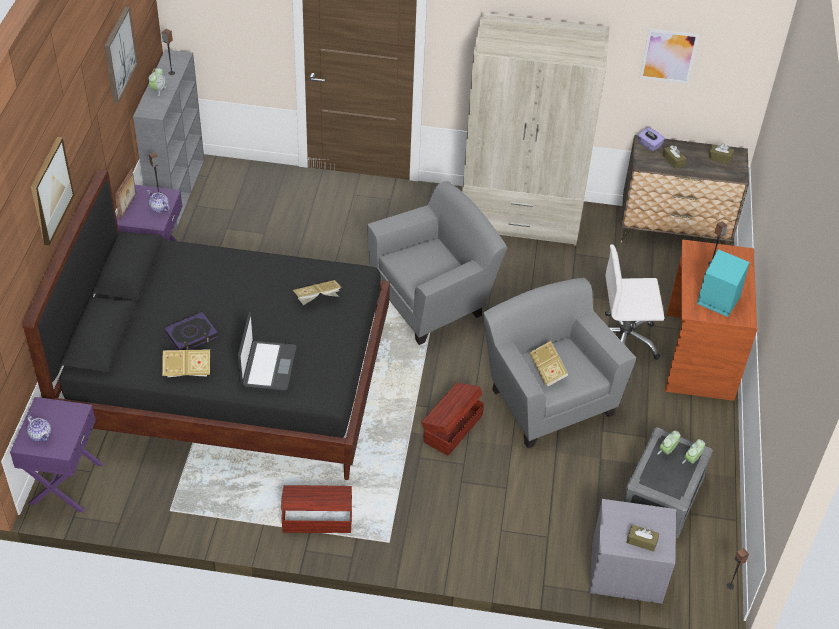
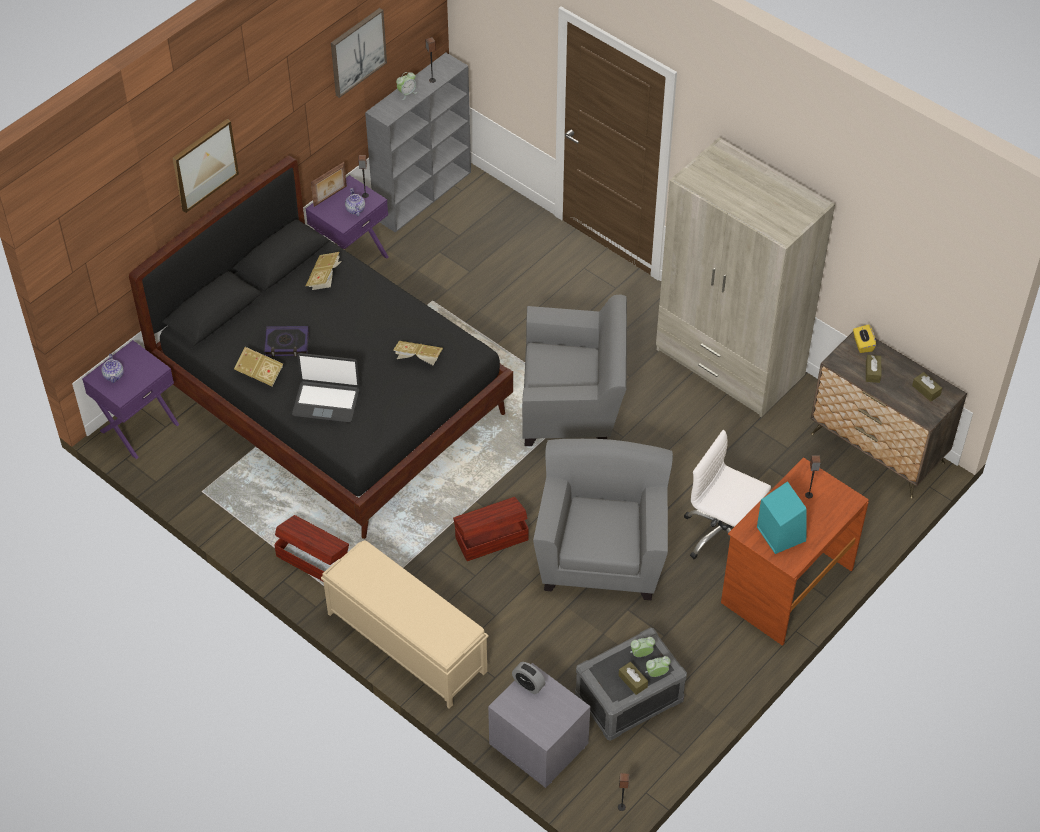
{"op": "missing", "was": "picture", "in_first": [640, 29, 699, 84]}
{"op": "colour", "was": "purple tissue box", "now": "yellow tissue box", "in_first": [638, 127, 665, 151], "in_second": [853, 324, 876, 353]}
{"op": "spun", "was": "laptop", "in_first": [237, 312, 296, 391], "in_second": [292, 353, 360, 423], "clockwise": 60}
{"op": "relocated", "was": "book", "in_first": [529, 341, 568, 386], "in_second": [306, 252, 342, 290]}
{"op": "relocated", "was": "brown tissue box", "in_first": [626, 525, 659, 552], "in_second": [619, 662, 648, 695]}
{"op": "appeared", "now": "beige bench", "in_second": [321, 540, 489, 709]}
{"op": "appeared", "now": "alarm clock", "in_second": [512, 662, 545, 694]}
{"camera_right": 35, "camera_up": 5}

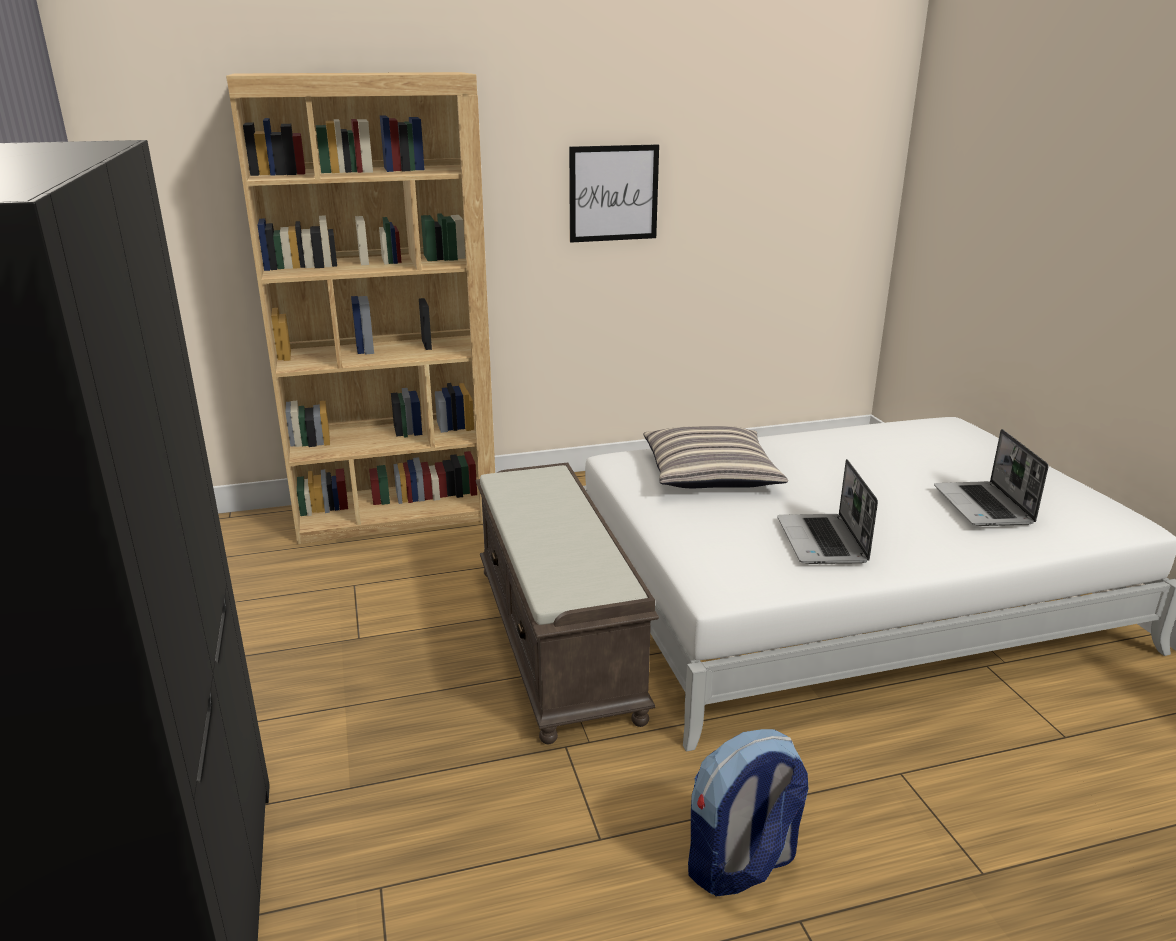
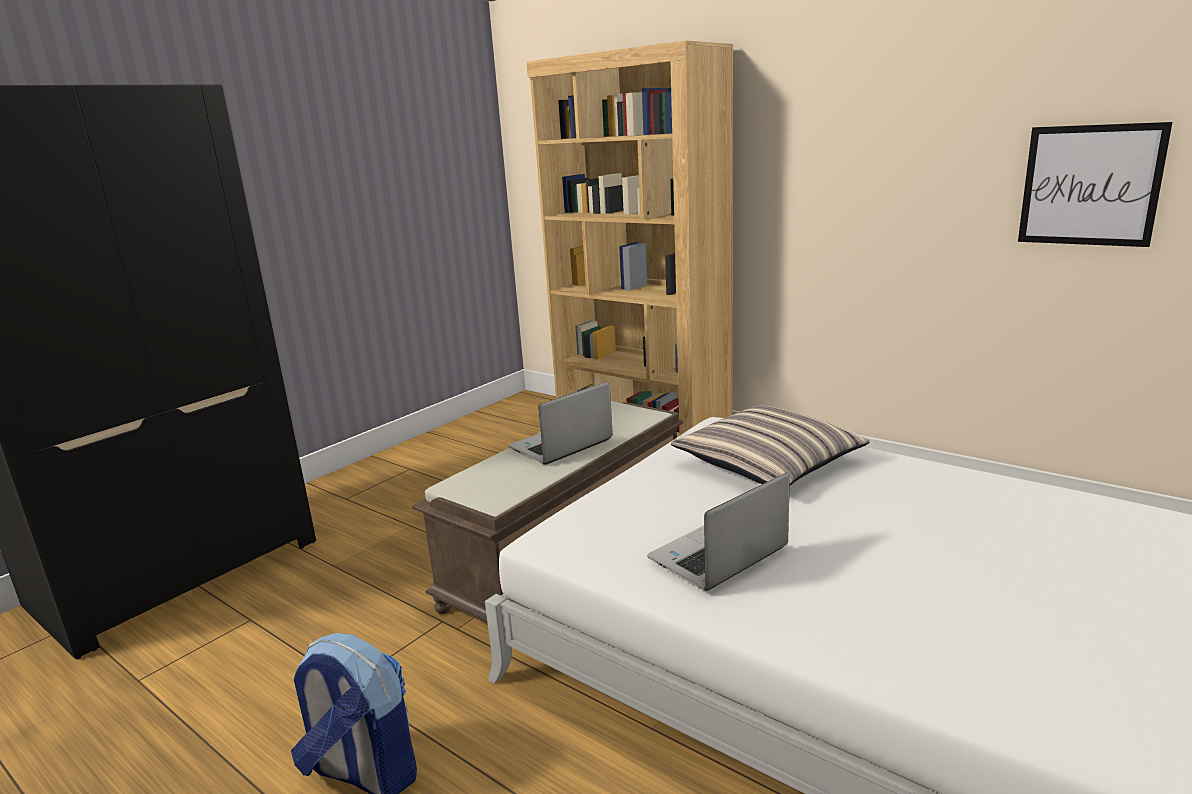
{"op": "relocated", "was": "picture", "in_first": [569, 144, 659, 243], "in_second": [1018, 122, 1173, 247]}
{"op": "relocated", "was": "laptop", "in_first": [934, 429, 1049, 526], "in_second": [508, 382, 613, 465]}
{"camera_right": 55, "camera_up": -5}

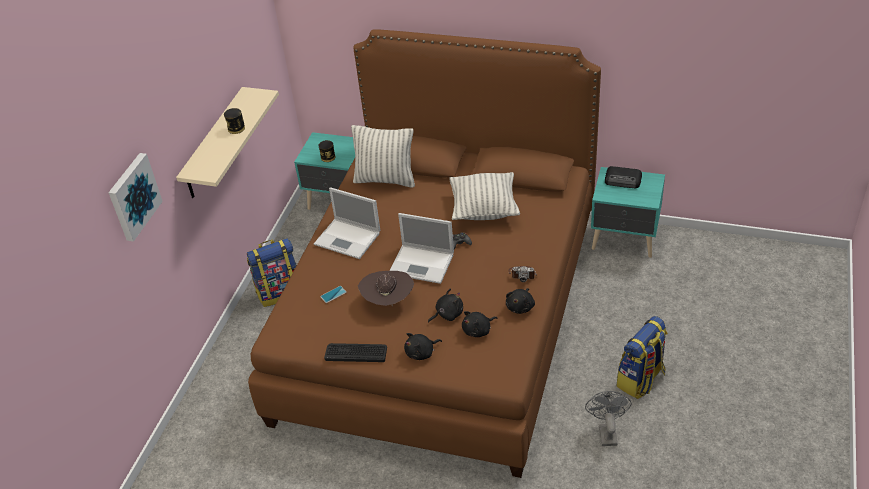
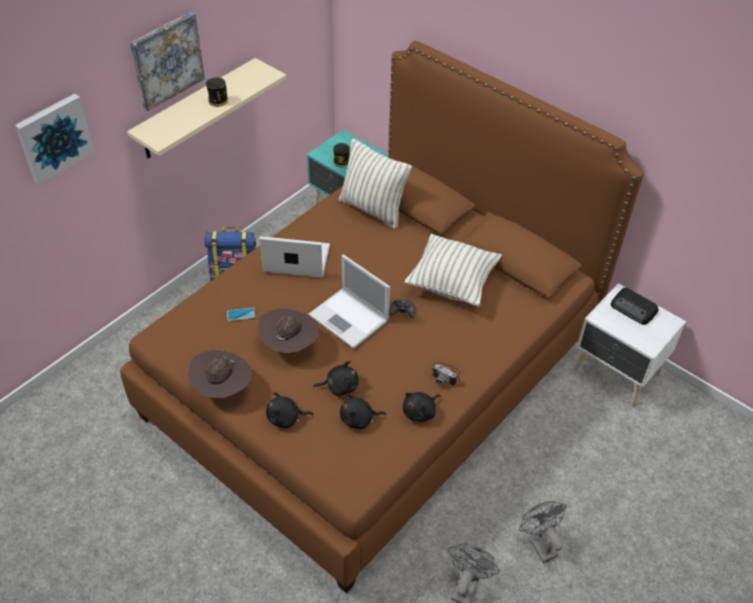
{"op": "colour", "was": "turquoise nightstand", "now": "white nightstand", "in_first": [591, 167, 665, 258], "in_second": [574, 283, 686, 406]}
{"op": "spun", "was": "laptop", "in_first": [314, 187, 380, 259], "in_second": [259, 236, 330, 277], "clockwise": 135}
{"op": "exchanged", "was": "backpack", "now": "grey fan", "in_first": [617, 316, 668, 399], "in_second": [519, 501, 566, 563]}
{"op": "exchanged", "was": "keyboard", "now": "brown hat", "in_first": [324, 343, 387, 362], "in_second": [188, 349, 252, 398]}
{"op": "appeared", "now": "picture", "in_second": [130, 12, 205, 111]}
{"camera_right": 20, "camera_up": 5}

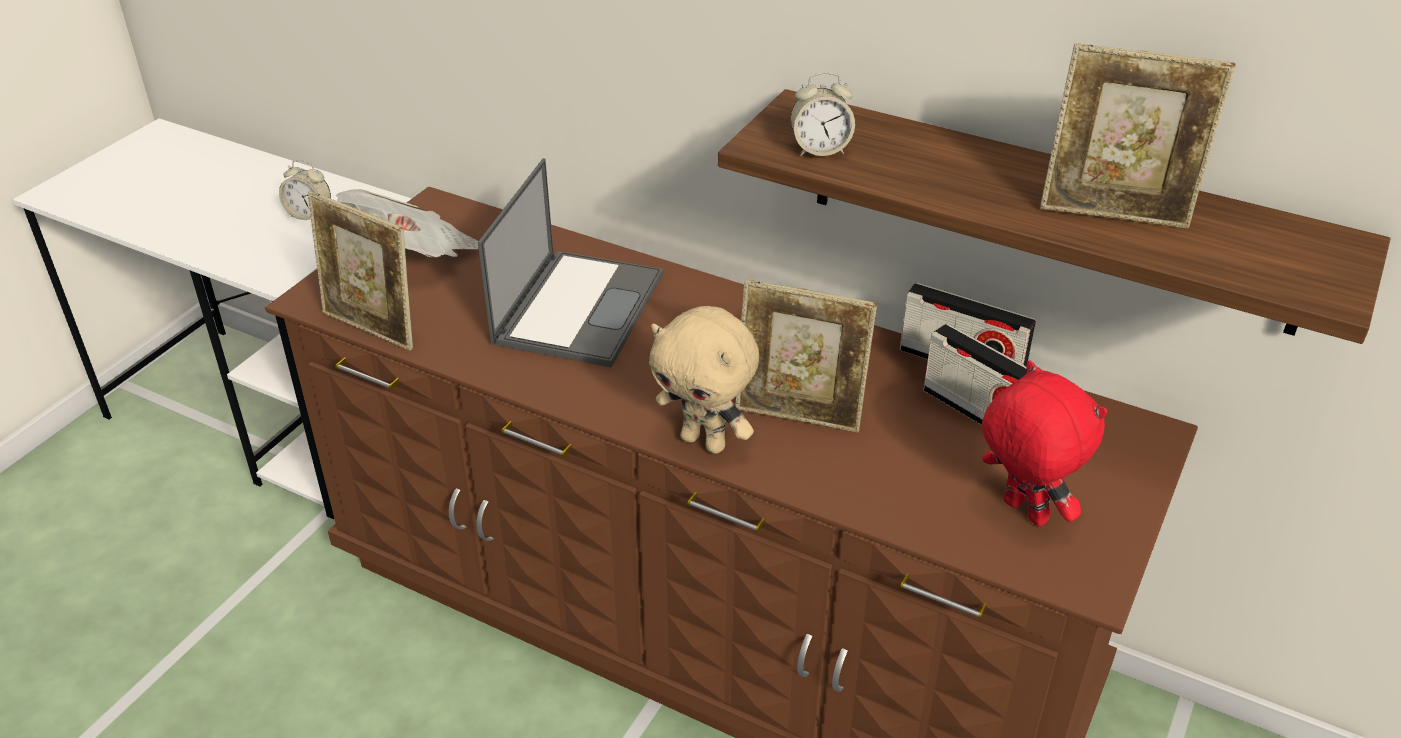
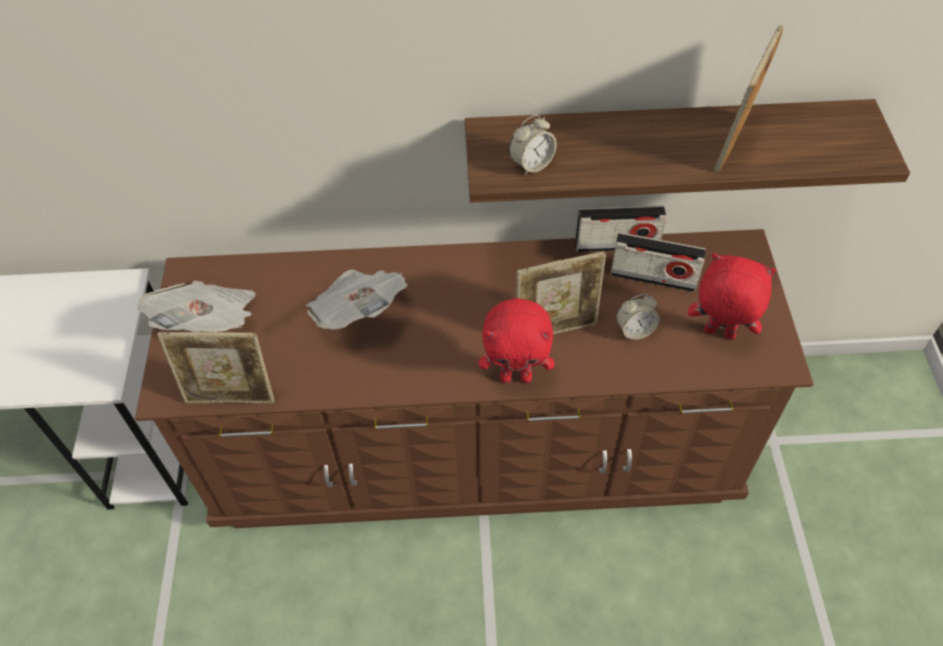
{"op": "spun", "was": "picture frame", "in_first": [1040, 43, 1236, 228], "in_second": [714, 24, 783, 173], "clockwise": 135}
{"op": "exchanged", "was": "laptop", "now": "newspaper", "in_first": [478, 158, 663, 367], "in_second": [305, 270, 408, 329]}
{"op": "relocated", "was": "alarm clock", "in_first": [279, 160, 331, 220], "in_second": [616, 294, 660, 340]}
{"op": "colour", "was": "beige plush toy", "now": "red plush toy", "in_first": [649, 306, 759, 454], "in_second": [479, 298, 554, 383]}
{"camera_right": -30, "camera_up": 15}

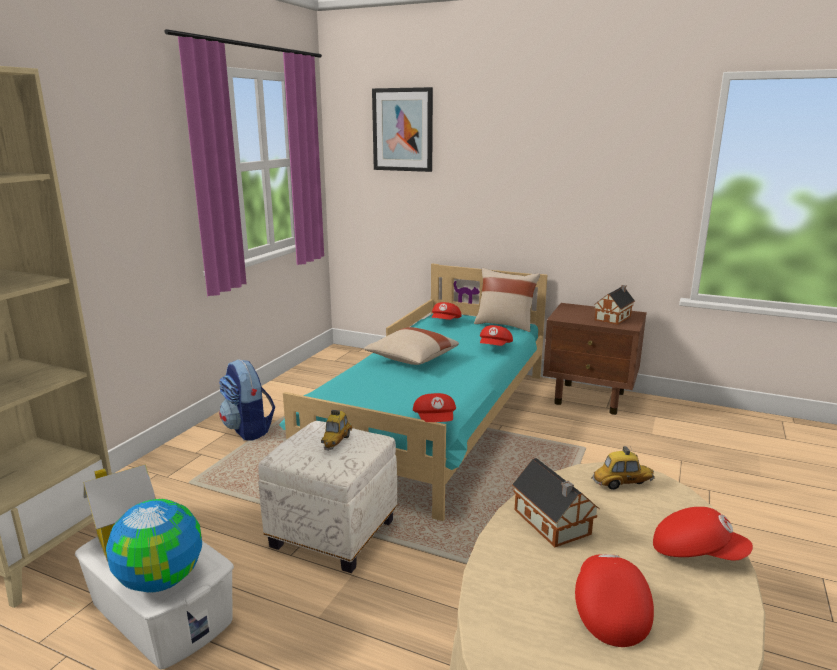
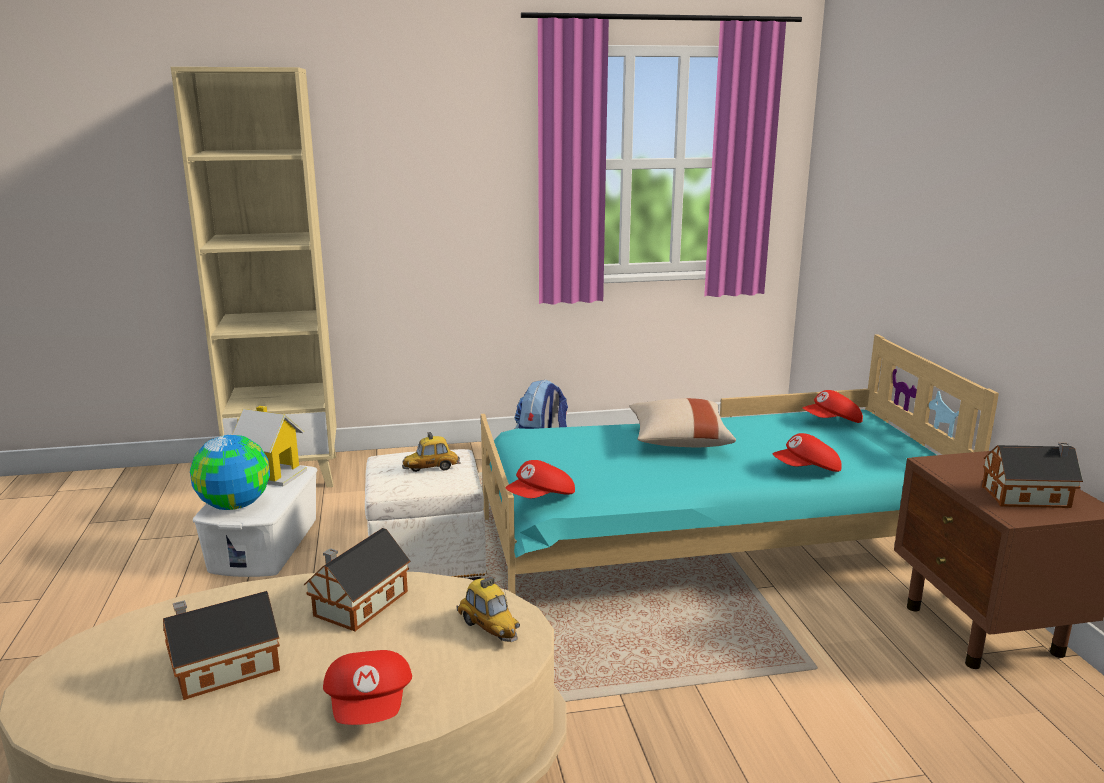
{"op": "missing", "was": "picture", "in_first": [372, 87, 433, 172]}
{"op": "missing", "was": "beige pillow", "in_first": [474, 267, 540, 332]}
{"op": "exchanged", "was": "red cap", "now": "toy house", "in_first": [575, 554, 654, 647], "in_second": [163, 591, 280, 700]}
{"camera_right": 55, "camera_up": 0}

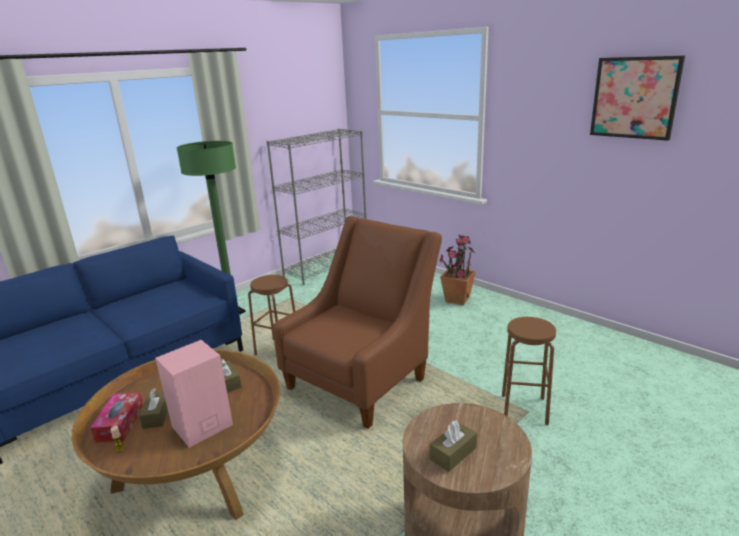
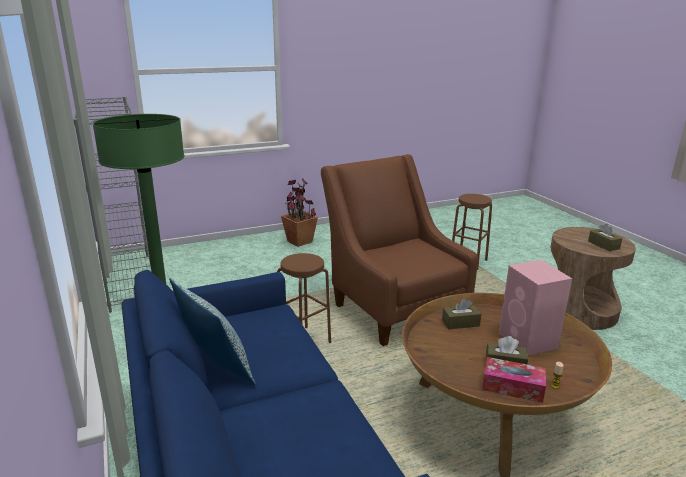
{"op": "missing", "was": "picture", "in_first": [590, 56, 685, 141]}
{"op": "appeared", "now": "pillow", "in_second": [169, 278, 256, 386]}
{"camera_right": -70, "camera_up": 0}

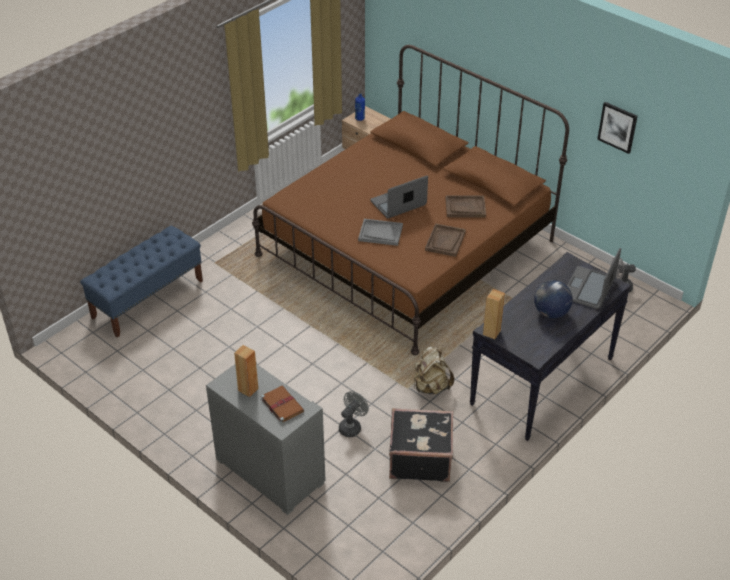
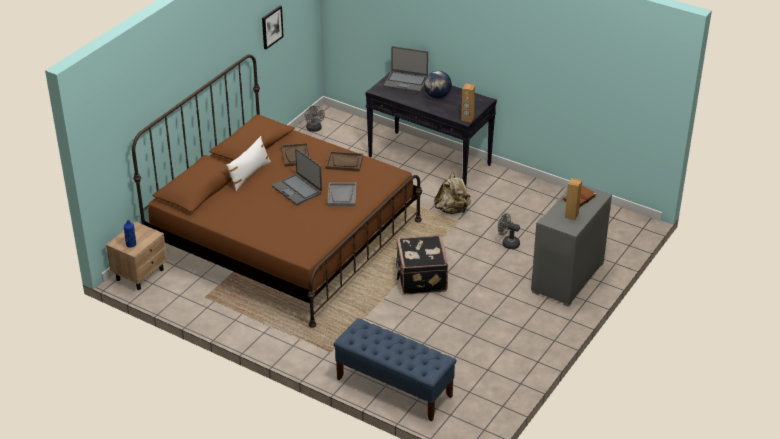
{"op": "relocated", "was": "black suitcase", "in_first": [389, 408, 453, 482], "in_second": [395, 235, 448, 295]}
{"op": "appeared", "now": "white pillow", "in_second": [226, 136, 271, 191]}
{"camera_right": -100, "camera_up": -5}

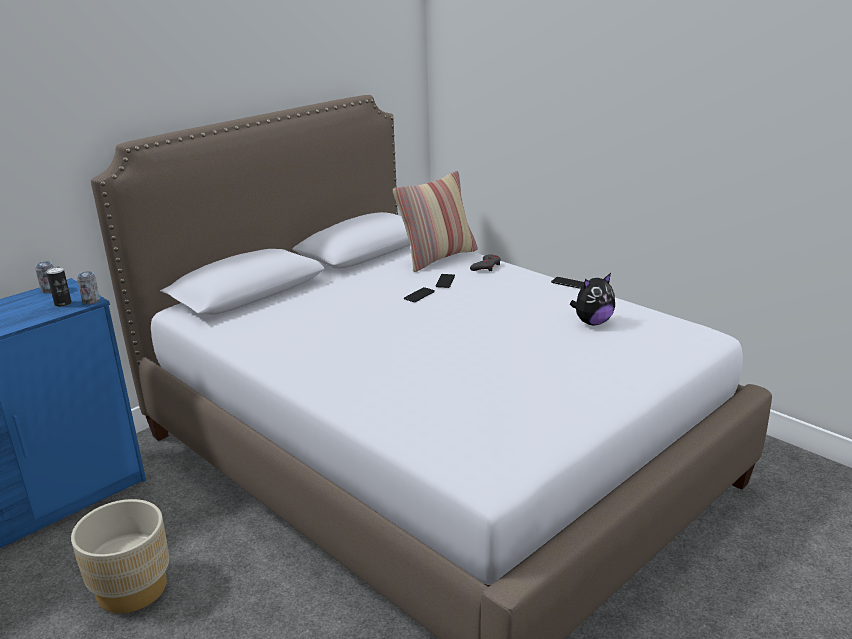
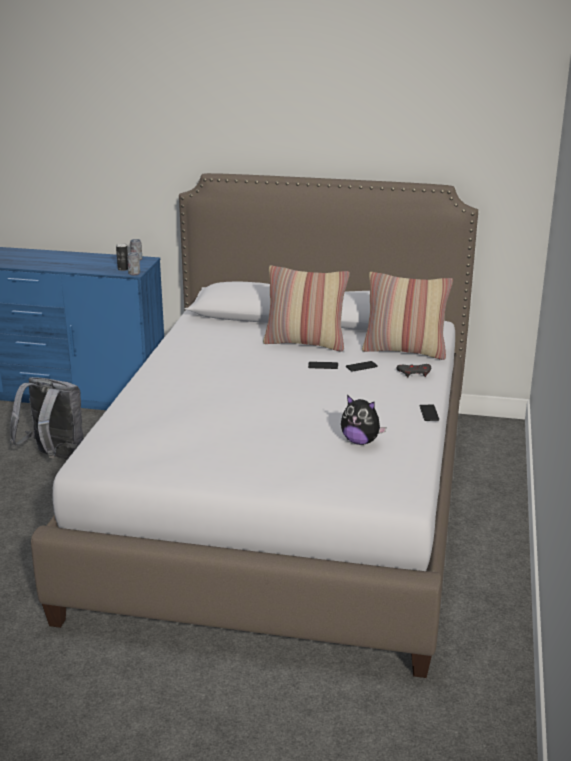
{"op": "exchanged", "was": "beige planter", "now": "grey backpack", "in_first": [71, 499, 169, 613], "in_second": [10, 377, 83, 460]}
{"op": "appeared", "now": "pillow", "in_second": [263, 265, 350, 352]}
{"camera_right": 55, "camera_up": 0}

